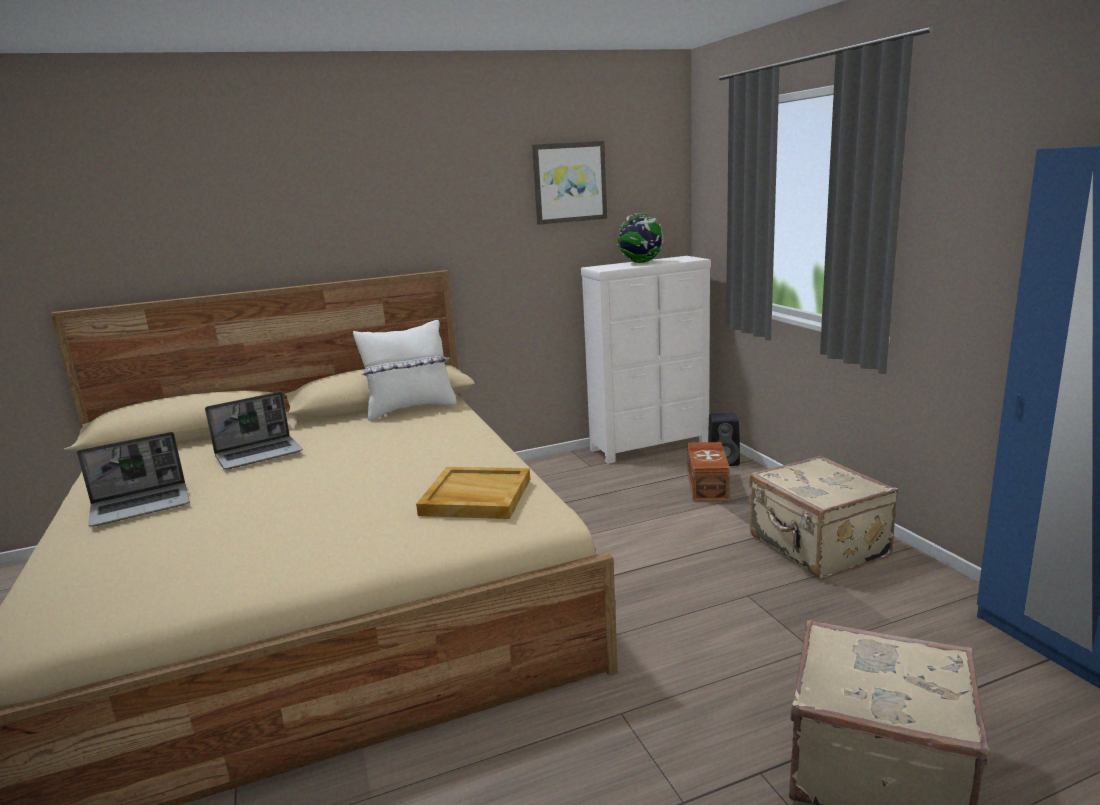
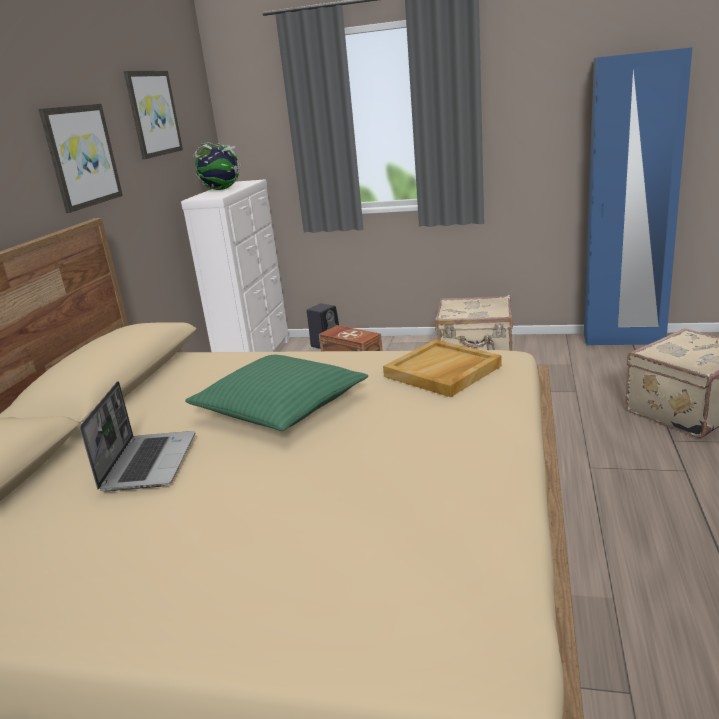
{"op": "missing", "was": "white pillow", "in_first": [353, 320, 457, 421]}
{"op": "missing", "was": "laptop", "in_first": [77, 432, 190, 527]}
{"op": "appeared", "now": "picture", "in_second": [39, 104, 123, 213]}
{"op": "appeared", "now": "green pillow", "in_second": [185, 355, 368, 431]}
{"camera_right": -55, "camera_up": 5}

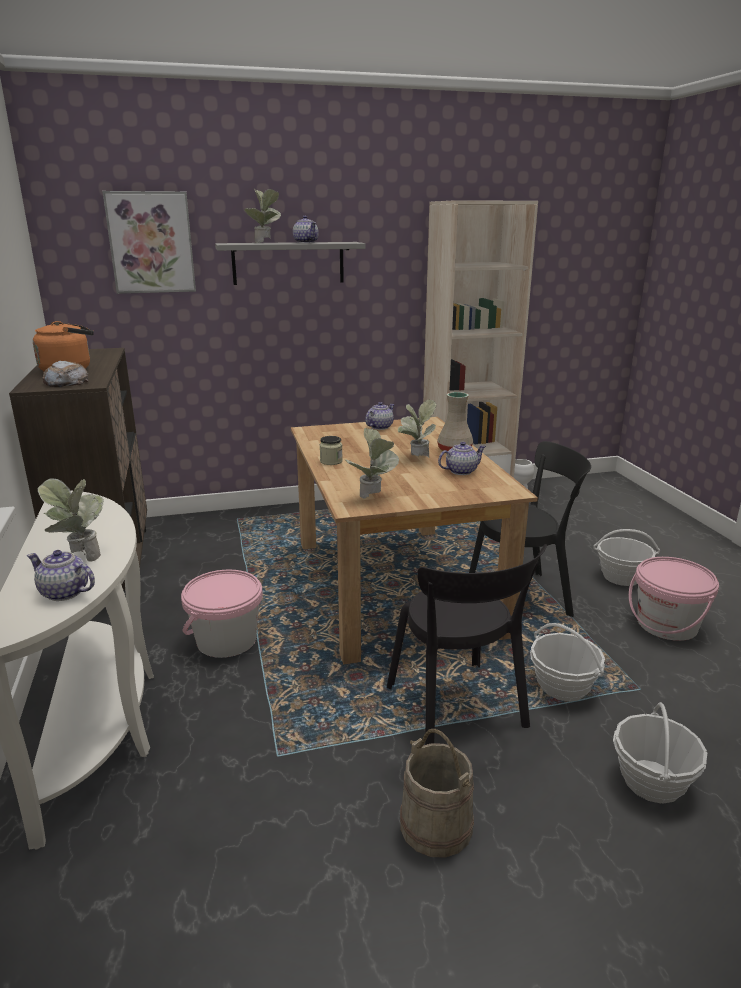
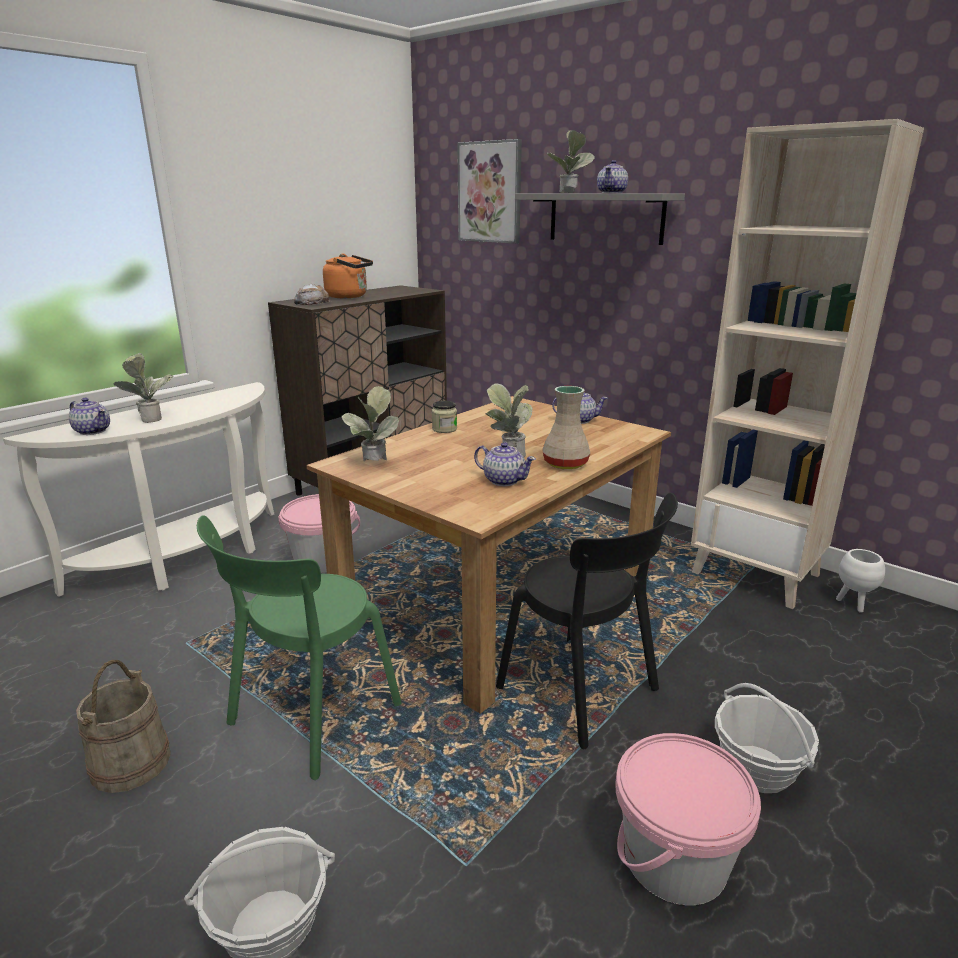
{"op": "colour", "was": "black chair", "now": "green chair", "in_first": [387, 544, 547, 745], "in_second": [197, 515, 402, 780]}
{"op": "spun", "was": "teapot", "in_first": [27, 550, 95, 601], "in_second": [69, 398, 110, 435], "clockwise": 135}
{"op": "missing", "was": "basket", "in_first": [530, 623, 605, 702]}
{"camera_right": 55, "camera_up": 0}

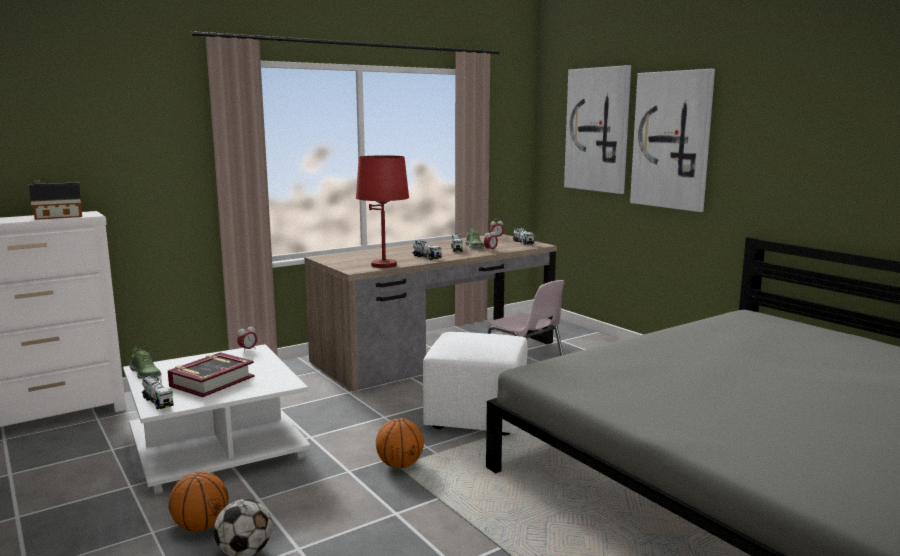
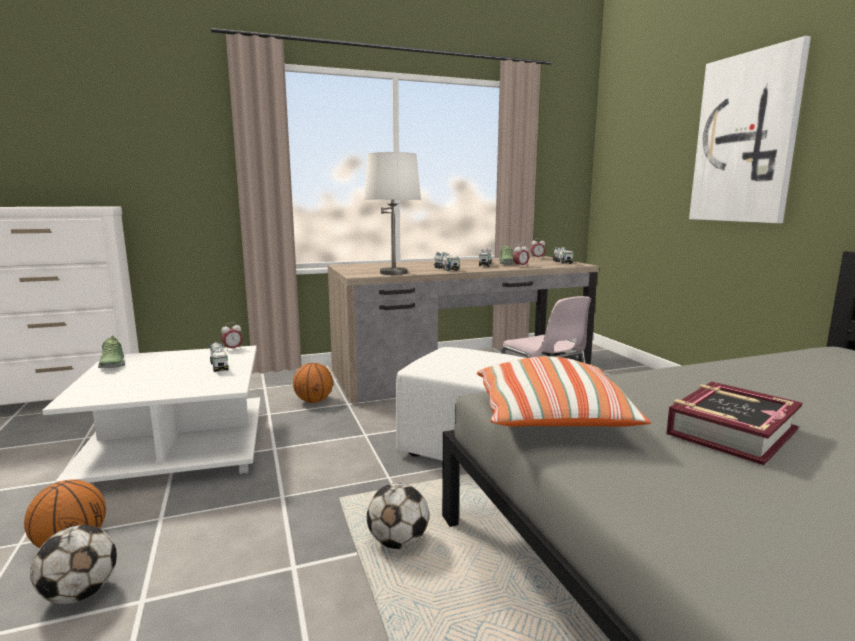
{"op": "missing", "was": "picture", "in_first": [564, 65, 631, 194]}
{"op": "colour", "was": "red table lamp", "now": "white table lamp", "in_first": [356, 155, 409, 268], "in_second": [364, 152, 421, 275]}
{"op": "missing", "was": "toy house", "in_first": [29, 180, 82, 220]}
{"op": "relocated", "was": "book", "in_first": [168, 352, 255, 397], "in_second": [666, 382, 802, 465]}
{"op": "relocated", "was": "toy truck", "in_first": [142, 374, 174, 409], "in_second": [210, 341, 229, 372]}
{"op": "relocated", "was": "basketball", "in_first": [376, 418, 424, 468], "in_second": [293, 363, 333, 403]}
{"op": "appeared", "now": "pillow", "in_second": [477, 356, 651, 427]}
{"op": "appeared", "now": "football", "in_second": [367, 483, 429, 549]}
{"camera_right": 15, "camera_up": 0}

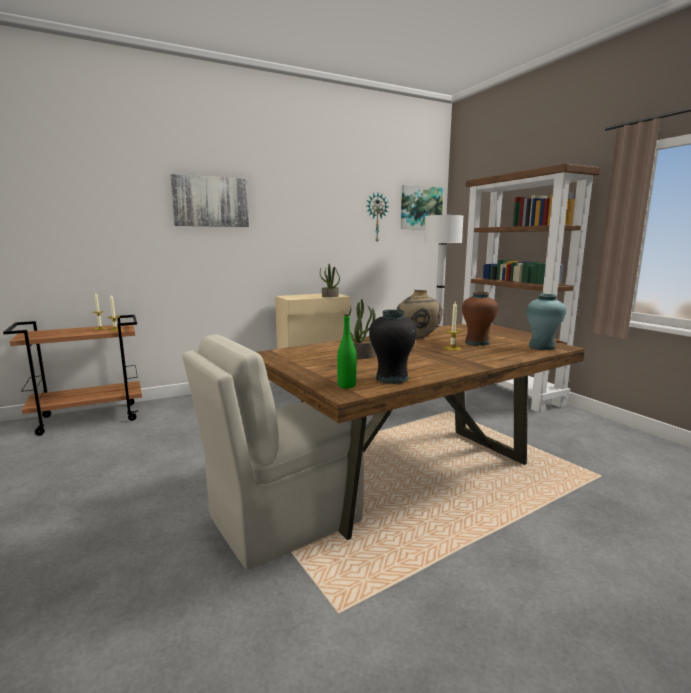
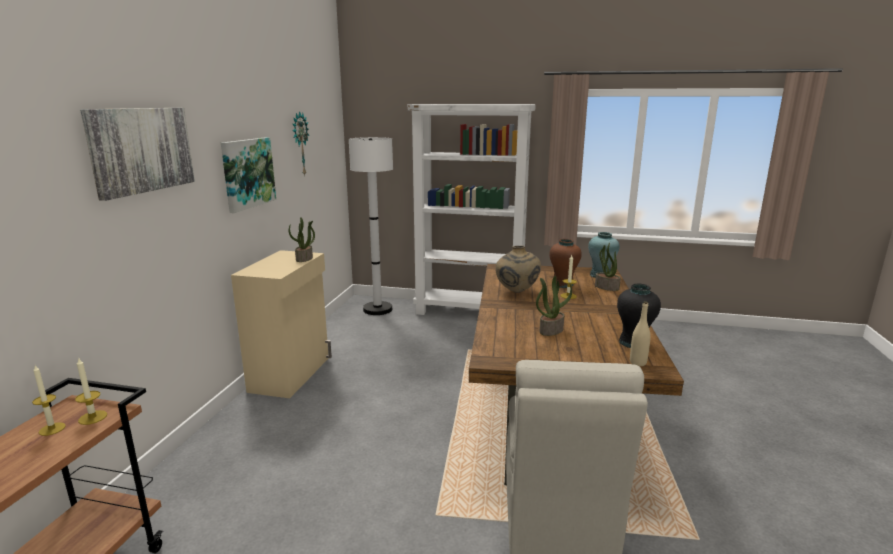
{"op": "colour", "was": "brown bookcase", "now": "white bookcase", "in_first": [462, 164, 600, 412], "in_second": [407, 104, 536, 315]}
{"op": "relocated", "was": "picture", "in_first": [401, 185, 443, 229], "in_second": [221, 137, 276, 213]}
{"op": "colour", "was": "green bottle", "now": "beige bottle", "in_first": [337, 314, 357, 388], "in_second": [630, 301, 651, 366]}
{"op": "appeared", "now": "potted plant", "in_second": [595, 243, 621, 291]}
{"camera_right": -50, "camera_up": 5}

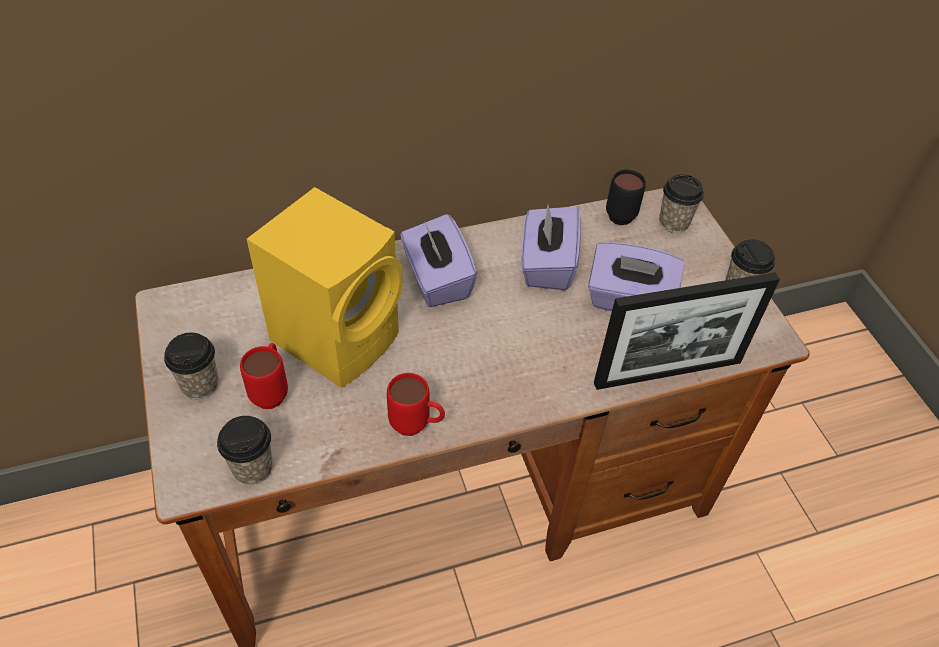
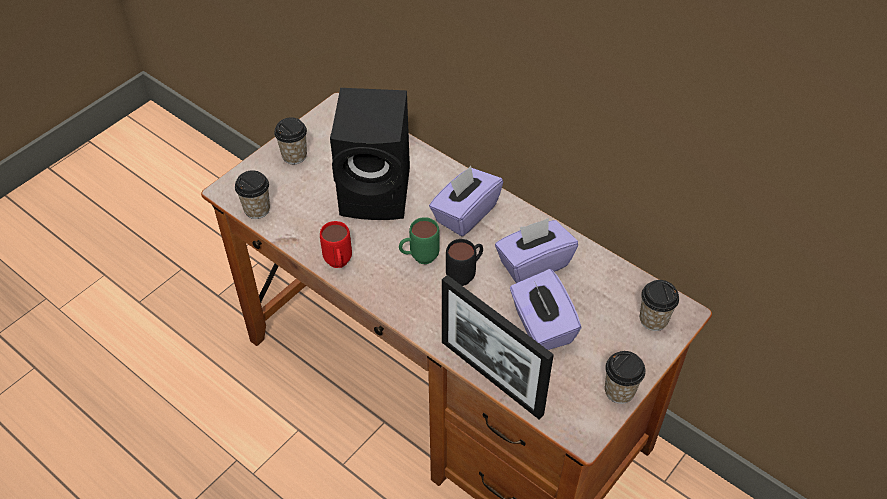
{"op": "relocated", "was": "black mug", "in_first": [606, 169, 646, 225], "in_second": [446, 239, 483, 286]}
{"op": "colour", "was": "yellow speaker", "now": "black speaker", "in_first": [247, 187, 403, 388], "in_second": [330, 88, 410, 220]}
{"op": "missing", "was": "red mug", "in_first": [240, 343, 288, 409]}
{"op": "appeared", "now": "green mug", "in_second": [399, 217, 440, 264]}
{"camera_right": 60, "camera_up": 0}

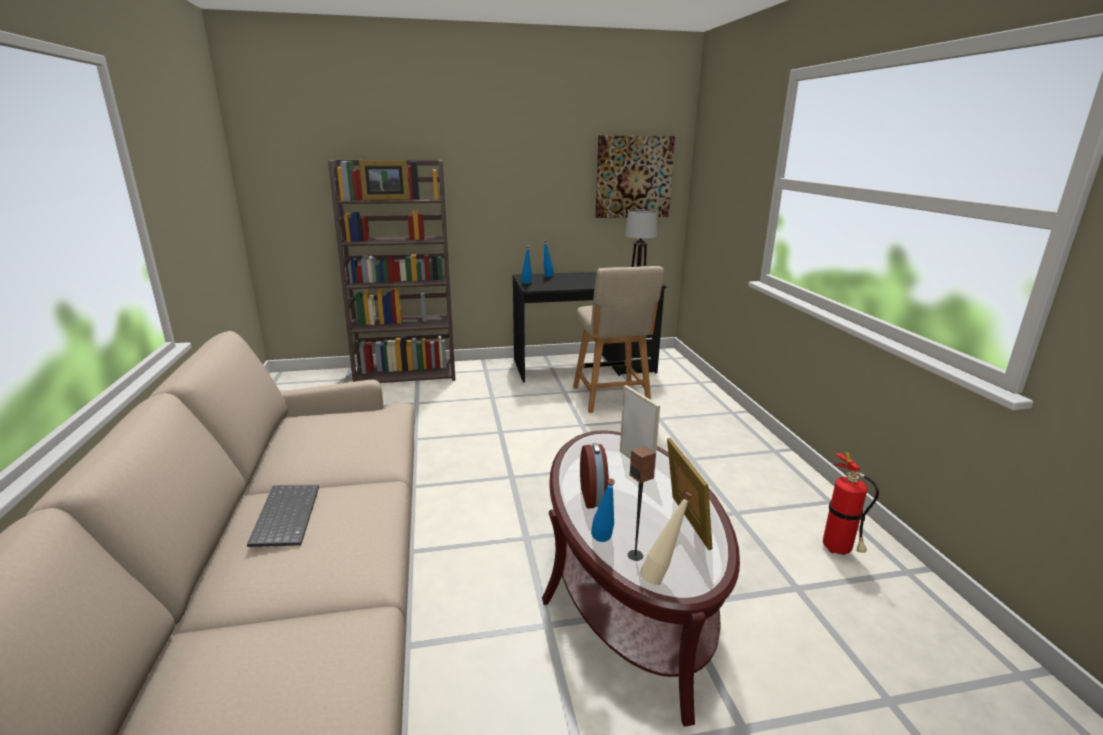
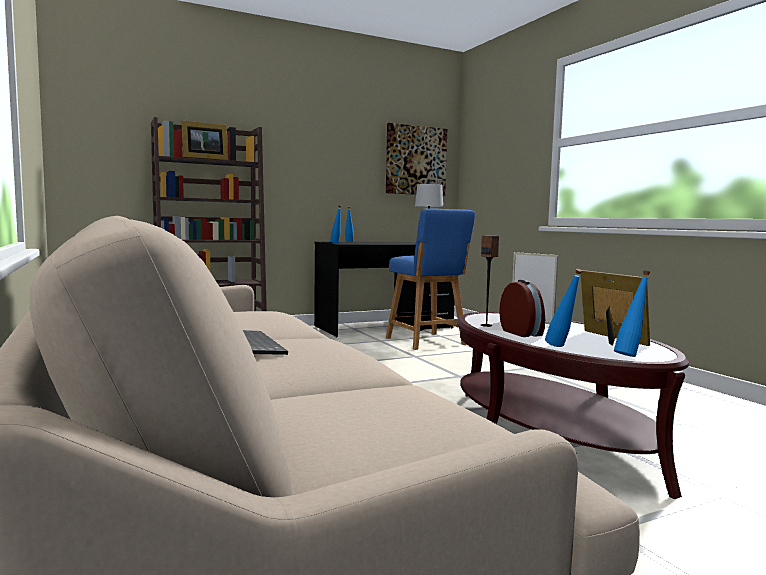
{"op": "colour", "was": "beige chair", "now": "blue chair", "in_first": [573, 266, 664, 413], "in_second": [386, 208, 475, 350]}
{"op": "relocated", "was": "speaker", "in_first": [628, 446, 656, 561], "in_second": [481, 236, 499, 327]}
{"op": "missing", "was": "fire extinguisher", "in_first": [823, 452, 879, 555]}
{"op": "colour", "was": "beige bottle", "now": "blue bottle", "in_first": [639, 492, 692, 585], "in_second": [614, 270, 650, 357]}
{"camera_right": -15, "camera_up": -15}

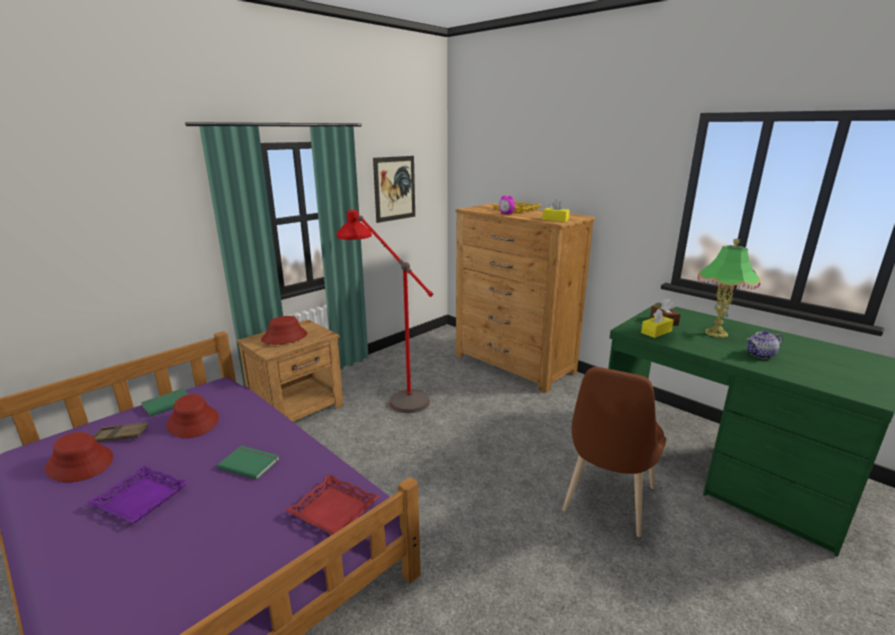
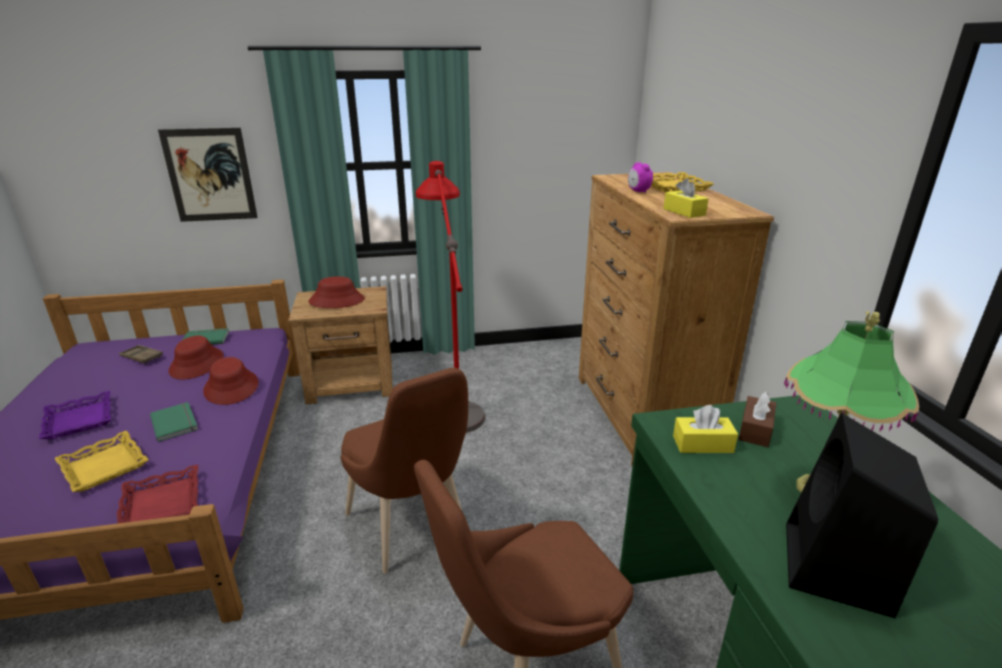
{"op": "relocated", "was": "picture", "in_first": [373, 156, 415, 223], "in_second": [158, 128, 258, 222]}
{"op": "exchanged", "was": "teapot", "now": "black speaker", "in_first": [746, 330, 783, 359], "in_second": [786, 413, 938, 618]}
{"op": "relocated", "was": "red hat", "in_first": [45, 432, 113, 482], "in_second": [203, 357, 258, 405]}
{"op": "appeared", "now": "brown chair", "in_second": [340, 368, 468, 574]}
{"op": "appeared", "now": "yellow tray", "in_second": [55, 431, 149, 492]}
{"camera_right": 35, "camera_up": 5}

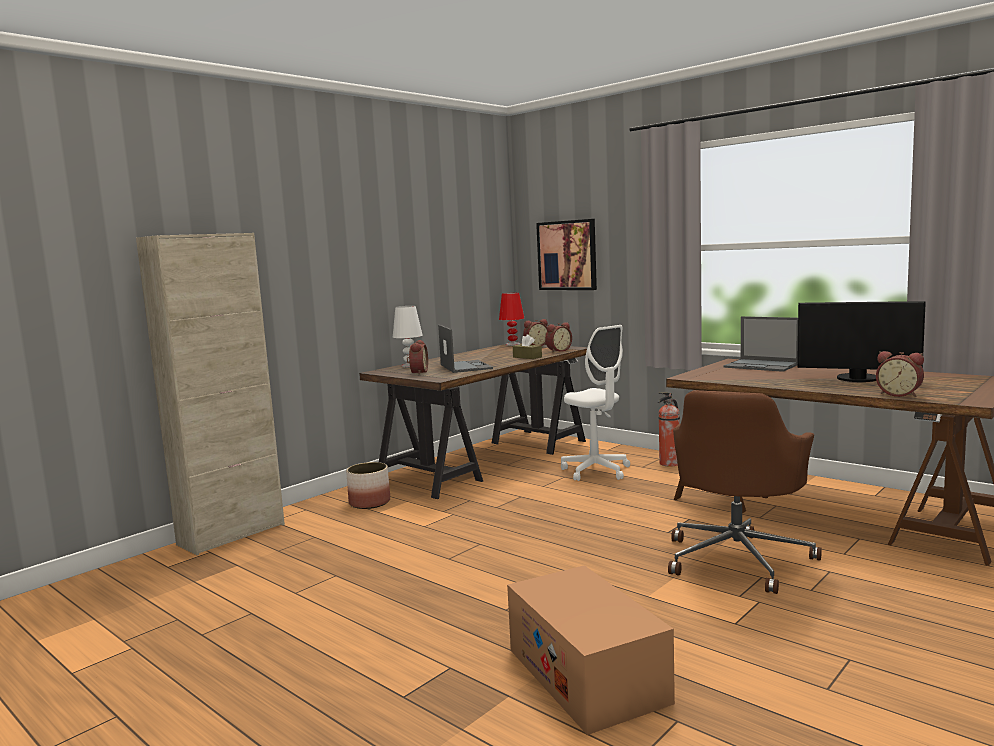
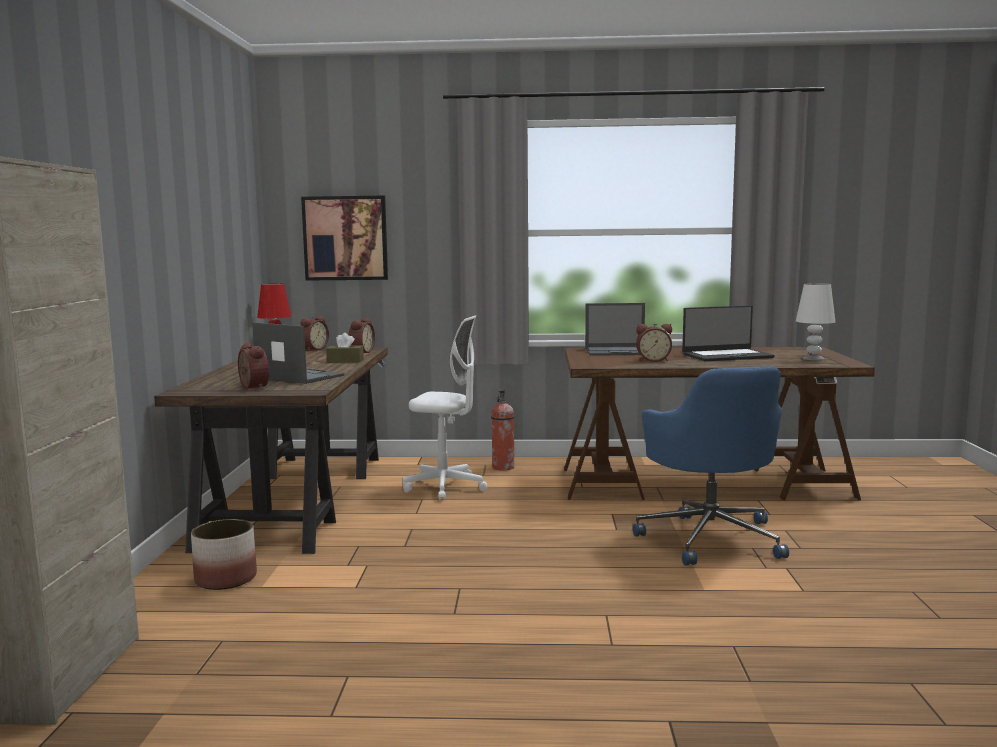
{"op": "exchanged", "was": "monitor", "now": "laptop", "in_first": [797, 301, 926, 382], "in_second": [682, 305, 774, 361]}
{"op": "relocated", "was": "white table lamp", "in_first": [393, 306, 423, 367], "in_second": [796, 283, 835, 361]}
{"op": "relocated", "was": "alarm clock", "in_first": [876, 351, 924, 397], "in_second": [636, 324, 672, 362]}
{"op": "colour", "was": "brown office chair", "now": "blue office chair", "in_first": [668, 390, 822, 594], "in_second": [633, 366, 789, 566]}
{"op": "missing", "was": "cardboard box", "in_first": [507, 565, 675, 735]}
{"camera_right": -40, "camera_up": 0}

